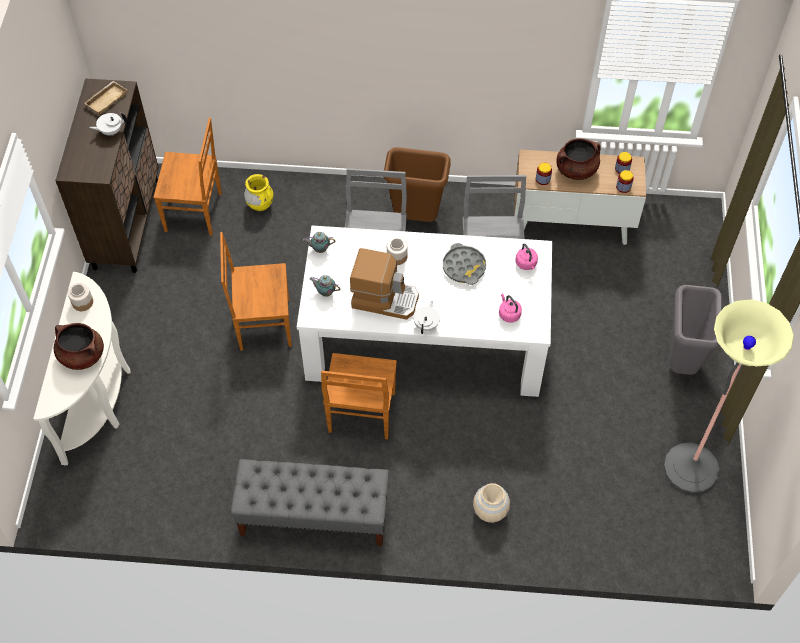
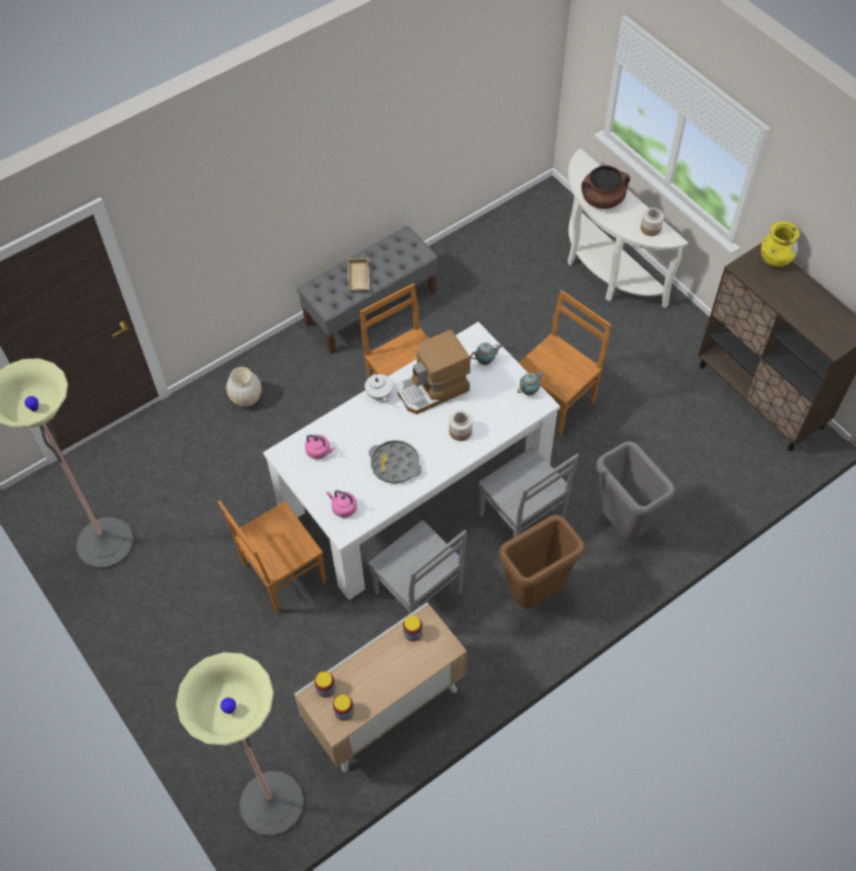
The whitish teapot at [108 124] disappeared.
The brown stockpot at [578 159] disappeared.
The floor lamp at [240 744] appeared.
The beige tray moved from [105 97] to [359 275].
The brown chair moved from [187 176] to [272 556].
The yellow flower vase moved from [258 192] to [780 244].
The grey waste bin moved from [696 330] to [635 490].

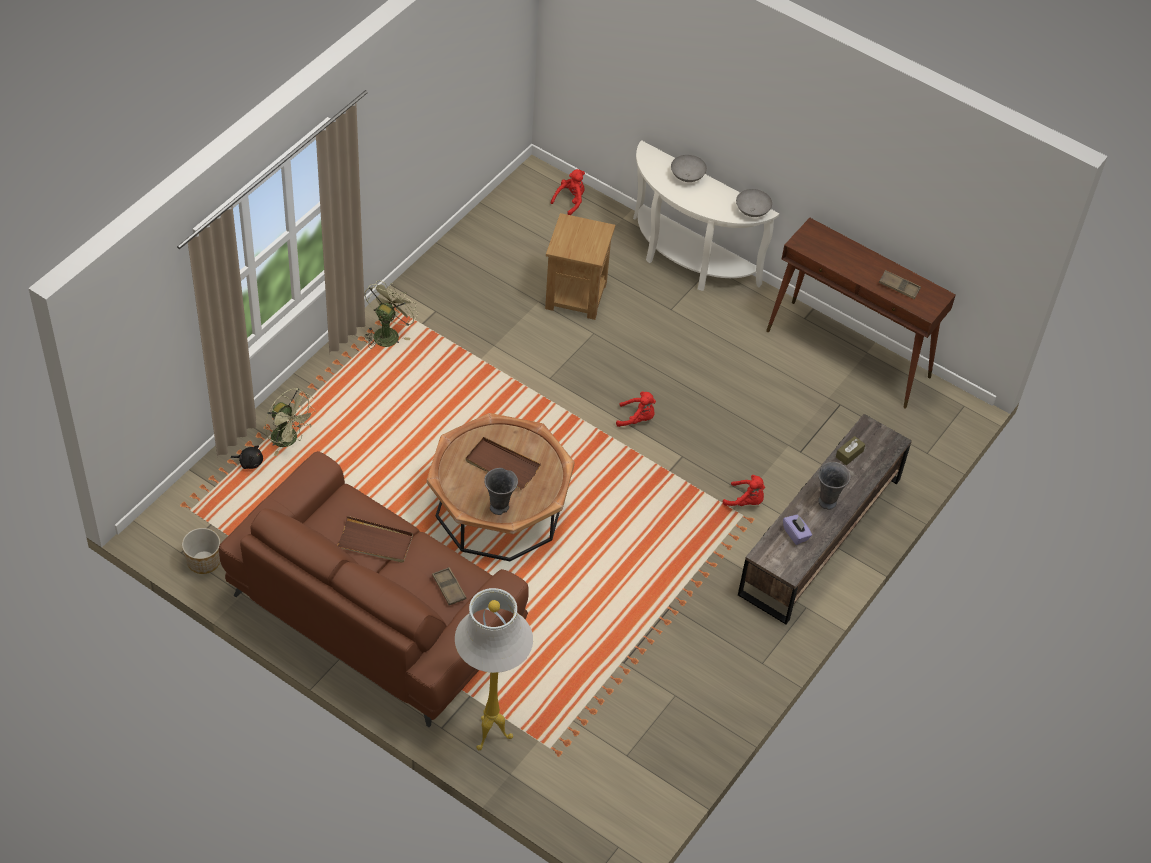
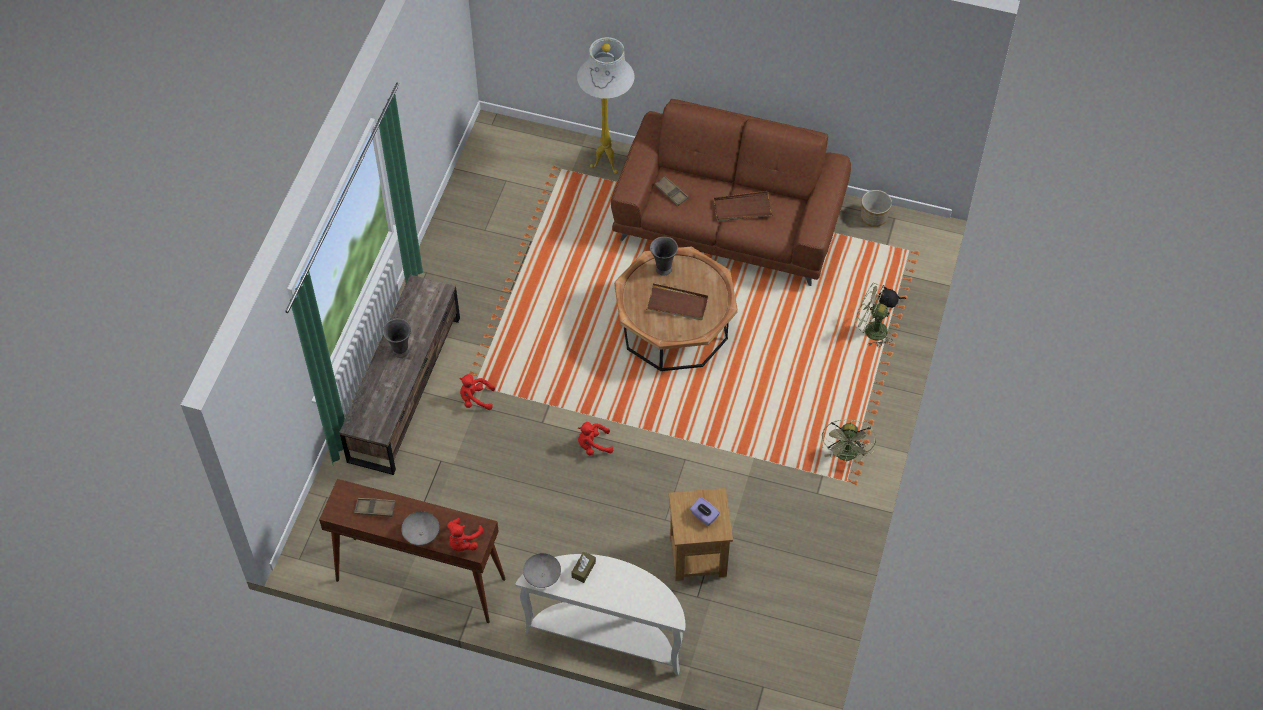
The reddish cuddly toy moved from [568 192] to [465 534].
The grey bowl moved from [689 168] to [420 528].
The purplish tissue box moved from [797 530] to [705 511].
The brown tissue box moved from [850 450] to [583 567].

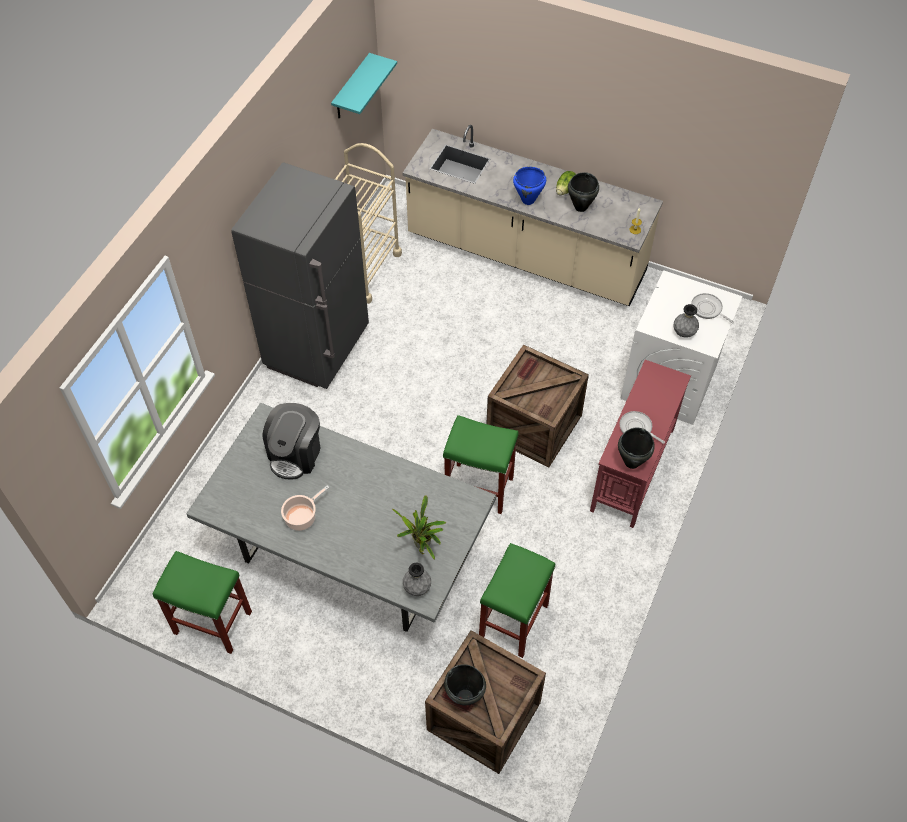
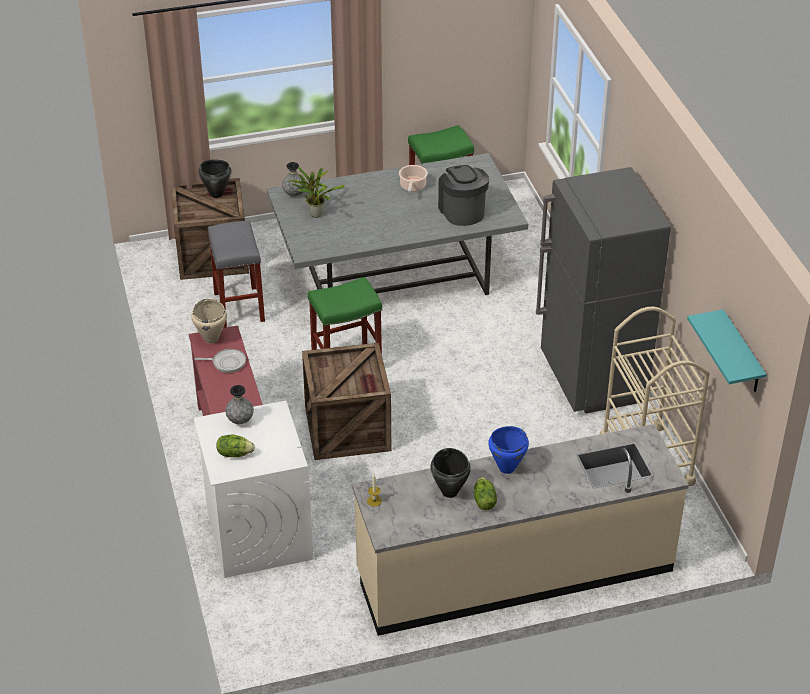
The pan at [712 308] was replaced by the lettuce head at [235 445].
The greenish stool seat at [517 600] became the grey stool seat at [236 274].
The black-coloured stockpot at [636 448] became the beige stockpot at [209 321].

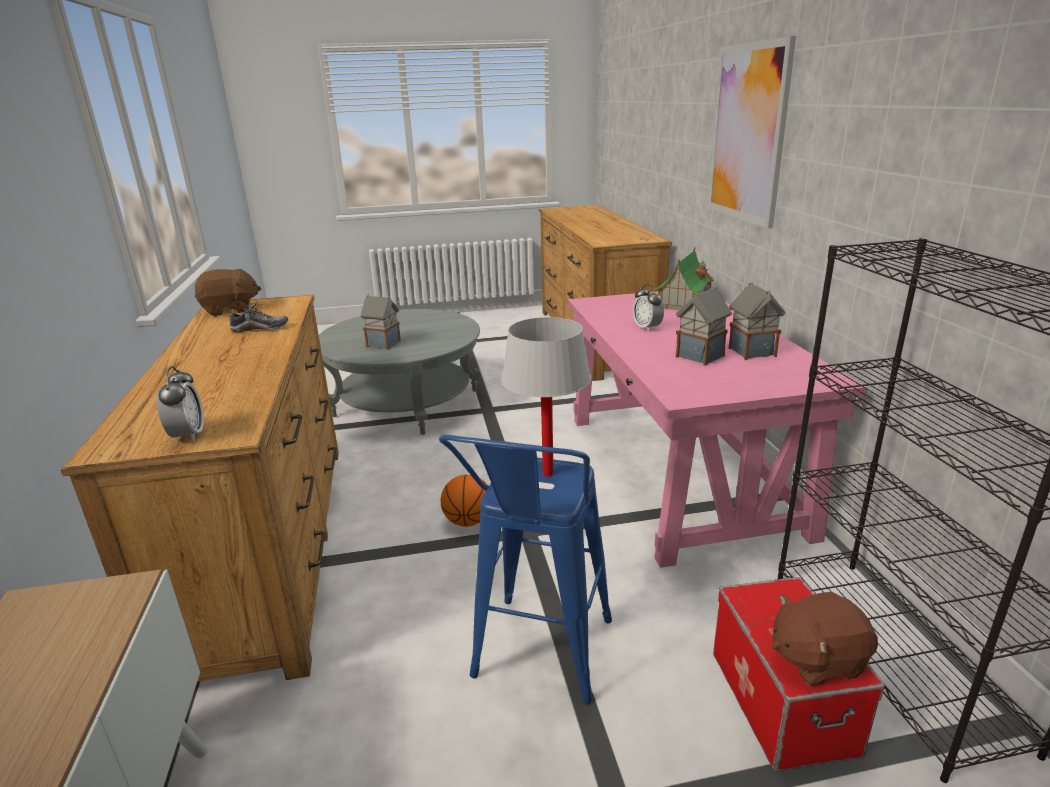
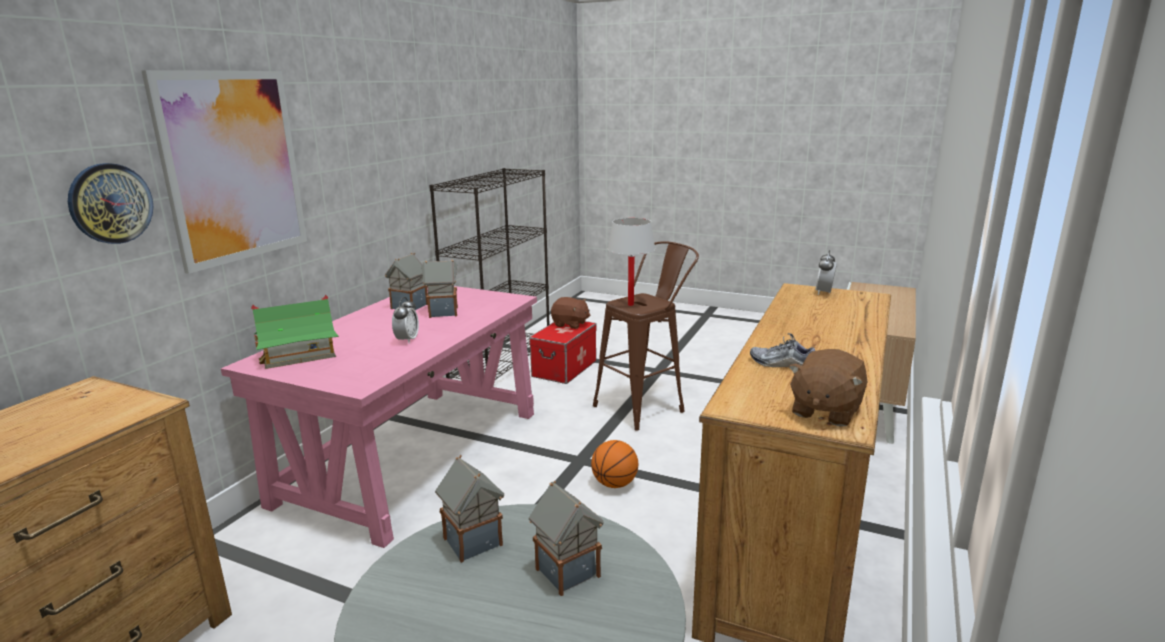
The hanging clock at [110 203] appeared.
The model house at [469 509] appeared.
The blue stool seat at [525 569] became the brown stool seat at [646 336].
The brown cuddly toy at [228 292] turned 75 degrees counterclockwise.

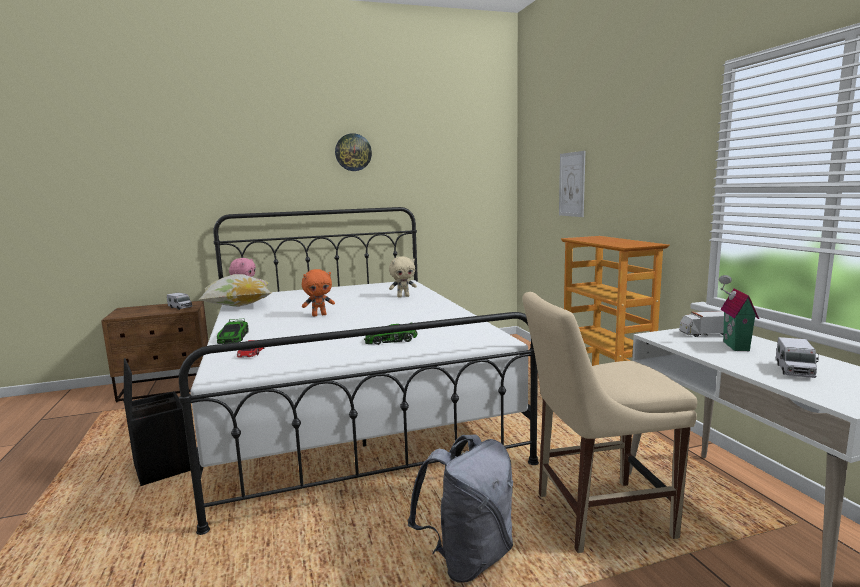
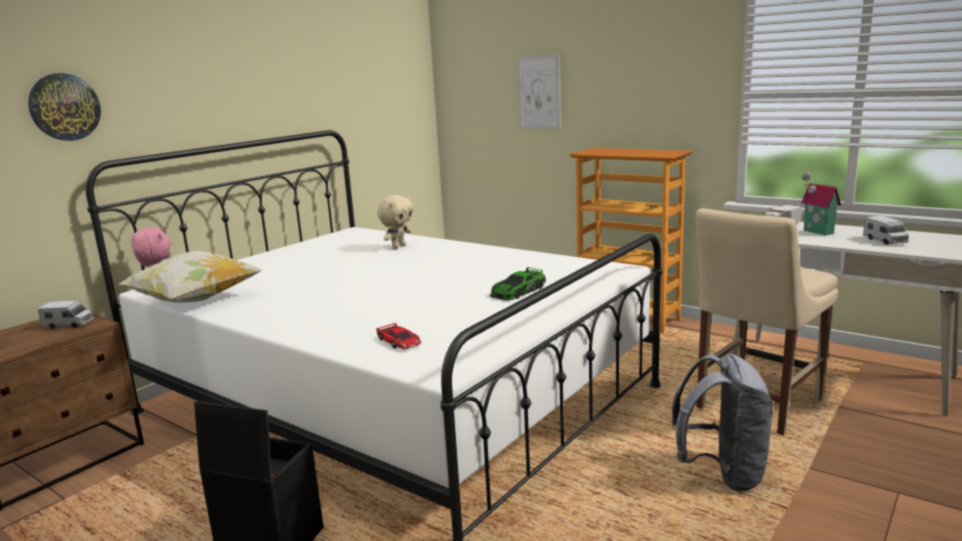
The miniature car at [233 331] disappeared.
The orange-coloured cuddly toy at [318 292] disappeared.
The hanging clock moved from [353 152] to [64 107].

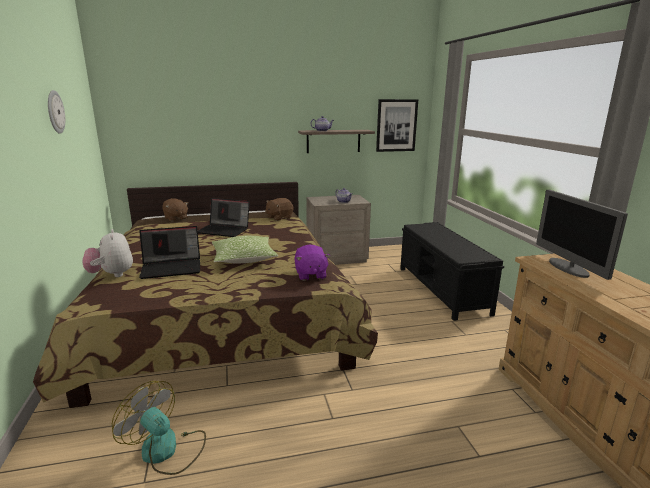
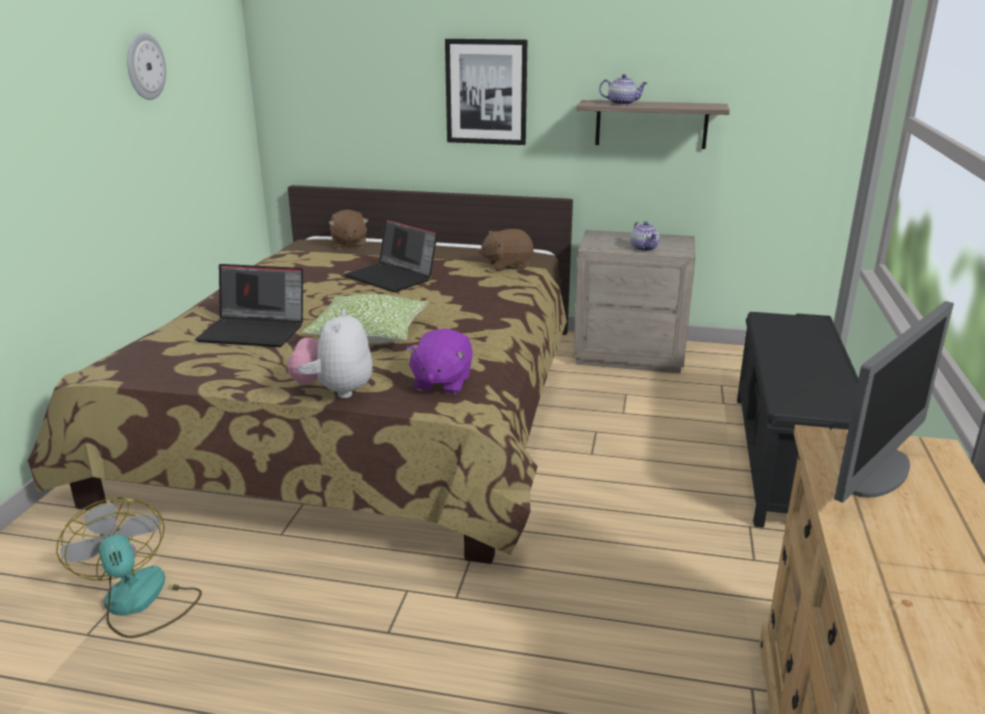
The cuddly toy moved from [107 253] to [330 353].
The picture moved from [397 125] to [486 92].
The computer screen at [582 235] turned 150 degrees counterclockwise.

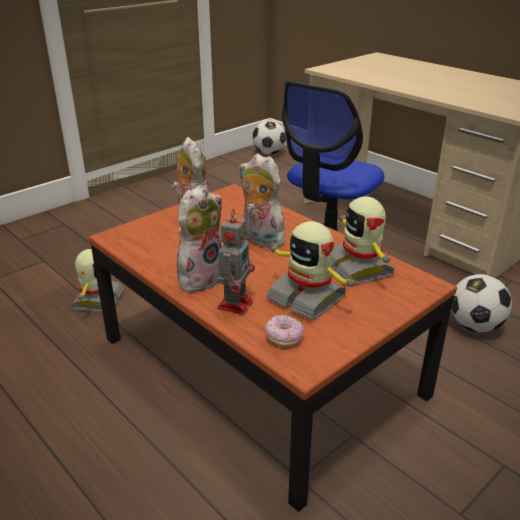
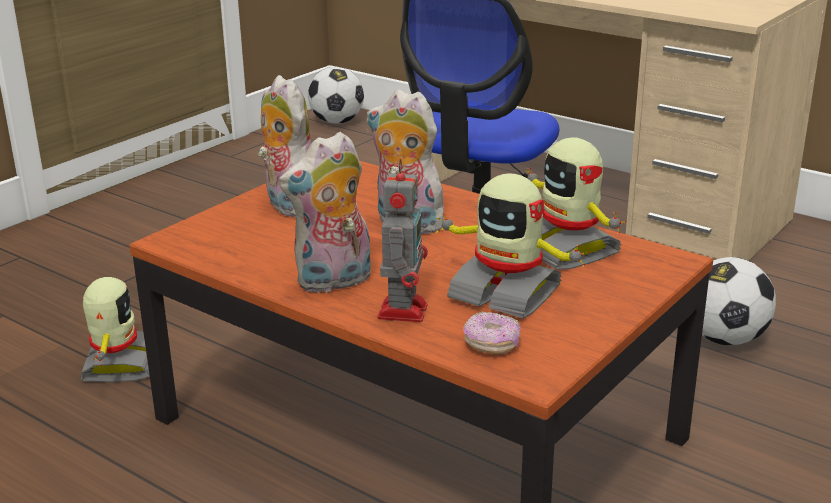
The cuddly toy at [199 239] turned 150 degrees counterclockwise.

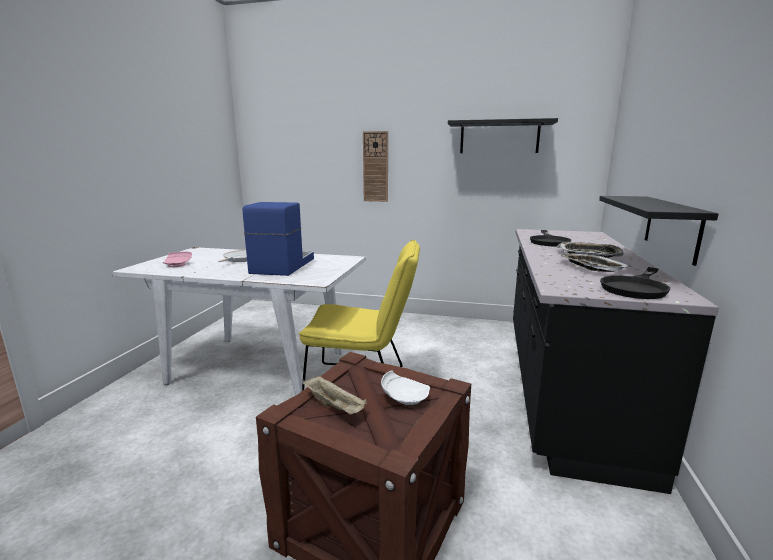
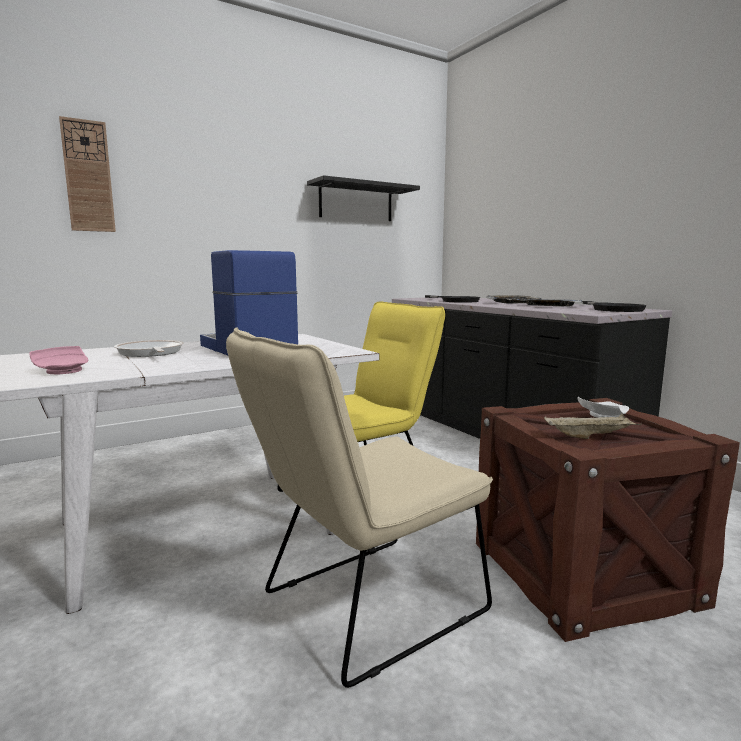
The black-coloured shelf at [659 231] disappeared.
The beige chair at [359 508] appeared.
The hanging clock moved from [375 166] to [87 174].

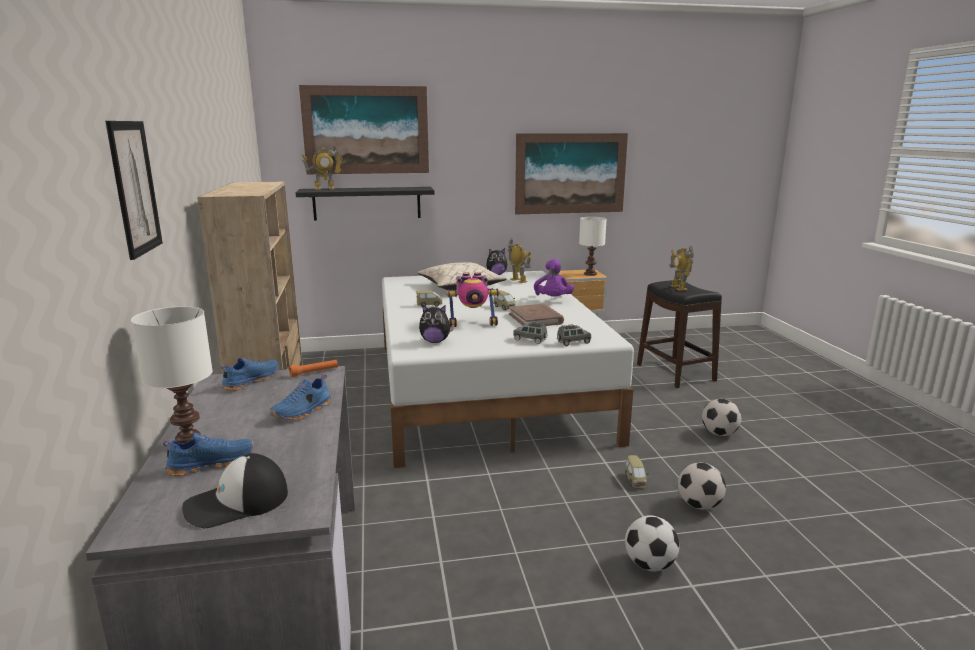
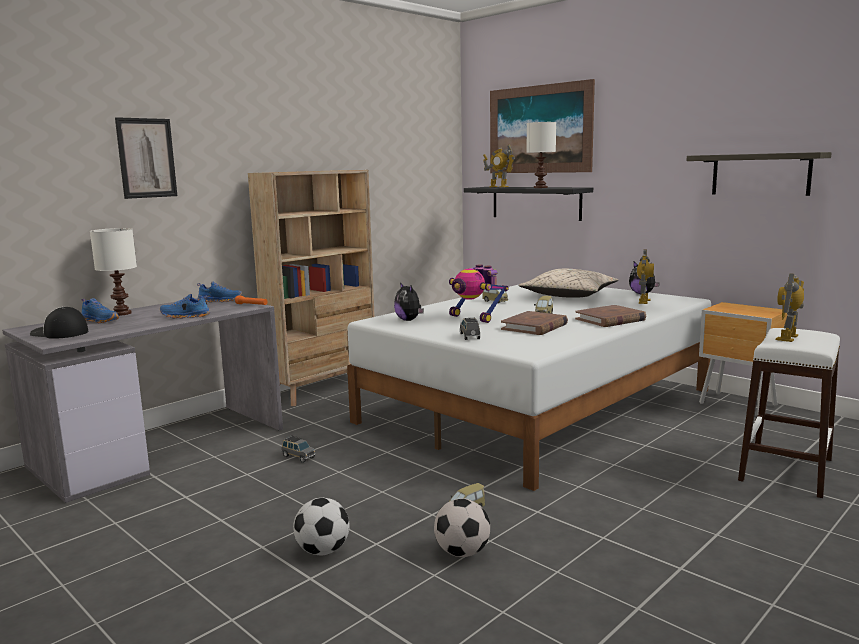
The football ball at [722 417] disappeared.
The grey miniature car moved from [574 335] to [298 449].
The whitish table lamp moved from [592 246] to [541 155].
The picture at [571 173] was replaced by the shelf at [759 174].
The purplish cuddly toy at [554 277] was replaced by the brown book at [610 316].
The black-coloured stool seat at [679 334] became the whitish stool seat at [789 413].

